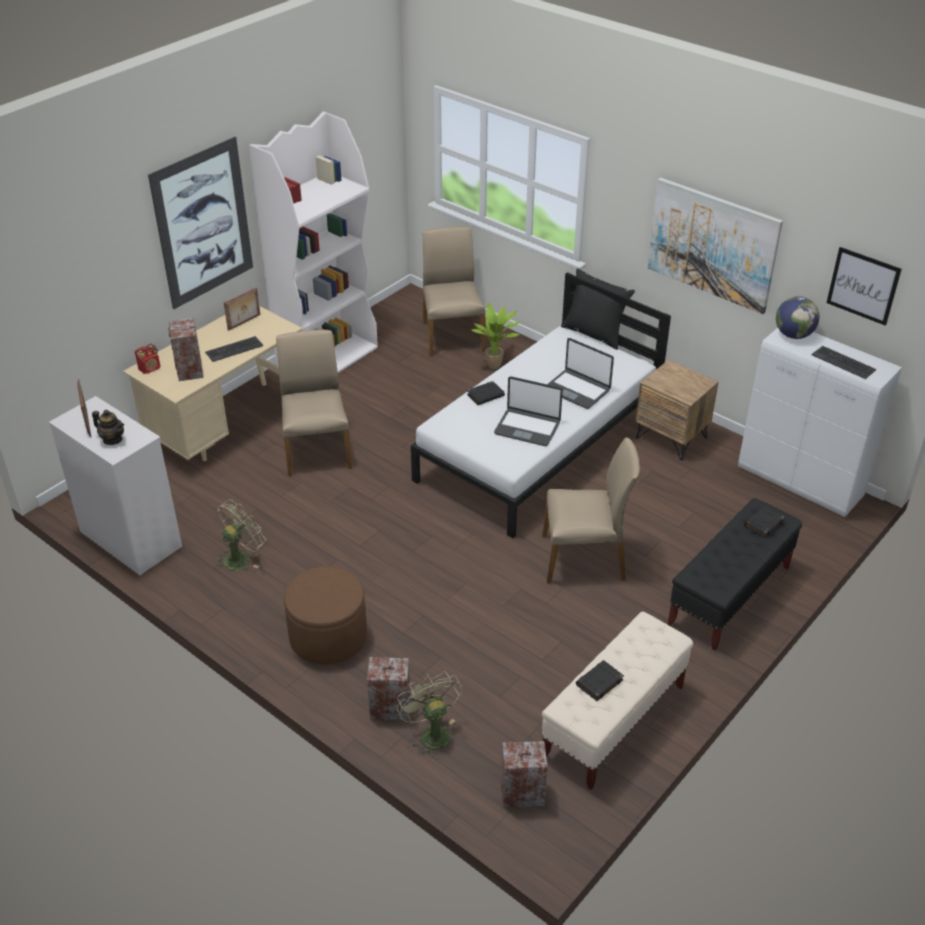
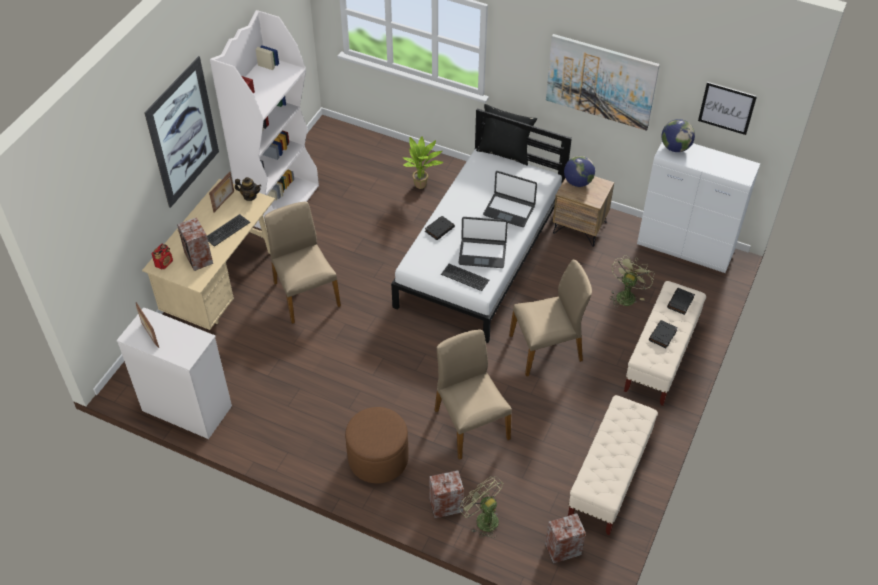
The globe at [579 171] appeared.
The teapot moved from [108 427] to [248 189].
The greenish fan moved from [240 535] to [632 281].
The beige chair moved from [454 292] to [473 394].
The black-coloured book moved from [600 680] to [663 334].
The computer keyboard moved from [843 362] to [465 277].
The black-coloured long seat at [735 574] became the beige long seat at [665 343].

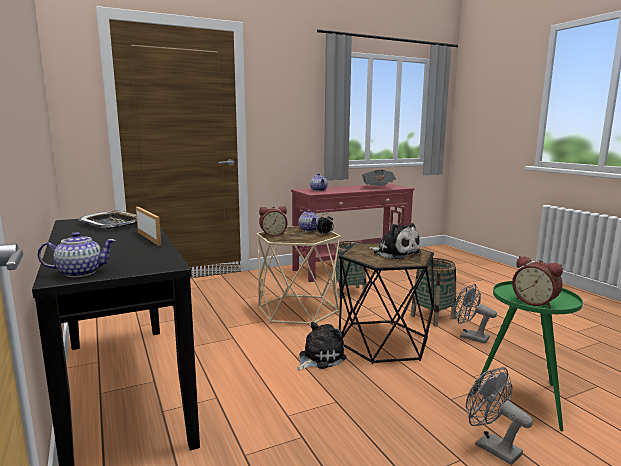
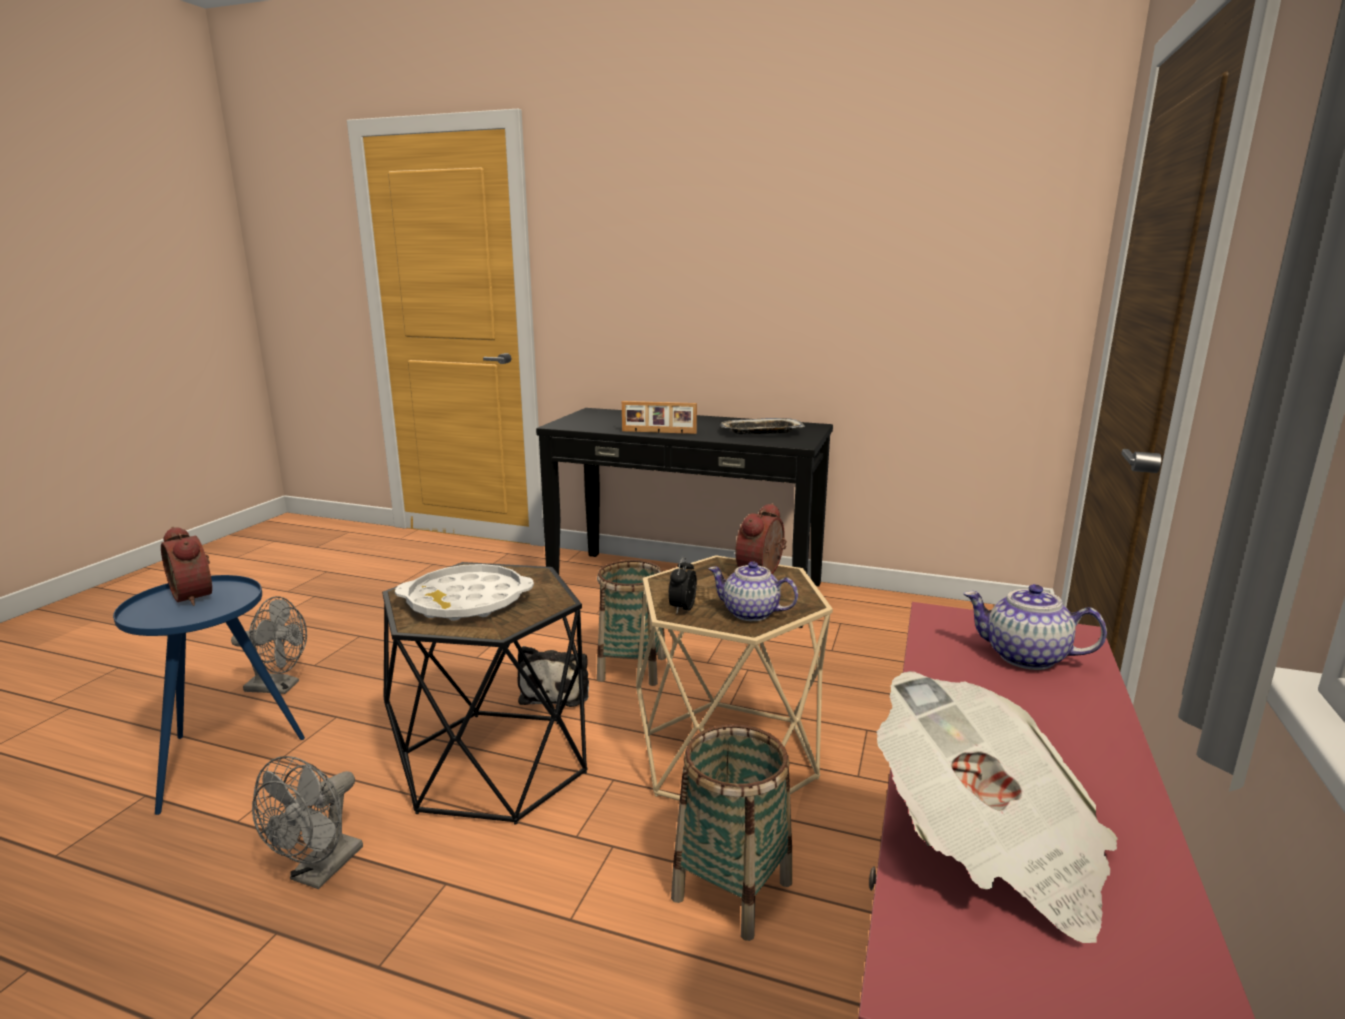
The teapot at [76 254] disappeared.
The storage basket moved from [433 292] to [631 623].
The cuddly toy at [395 241] was replaced by the whitish tray at [464 592].
The greenish accent table at [529 356] became the blue accent table at [209 695].
The grey fan at [475 314] turned 120 degrees clockwise.
The alarm clock at [537 282] turned 135 degrees counterclockwise.

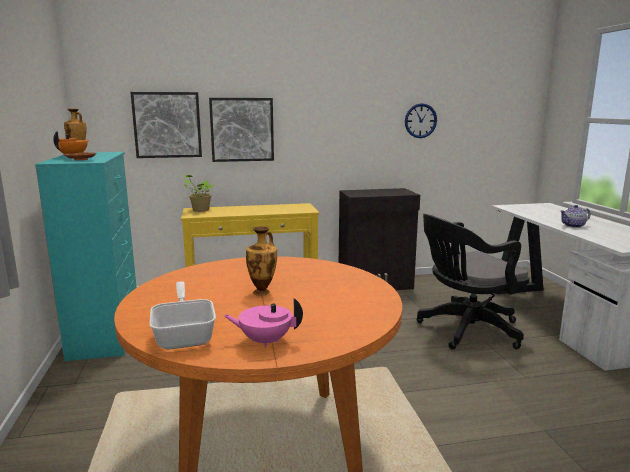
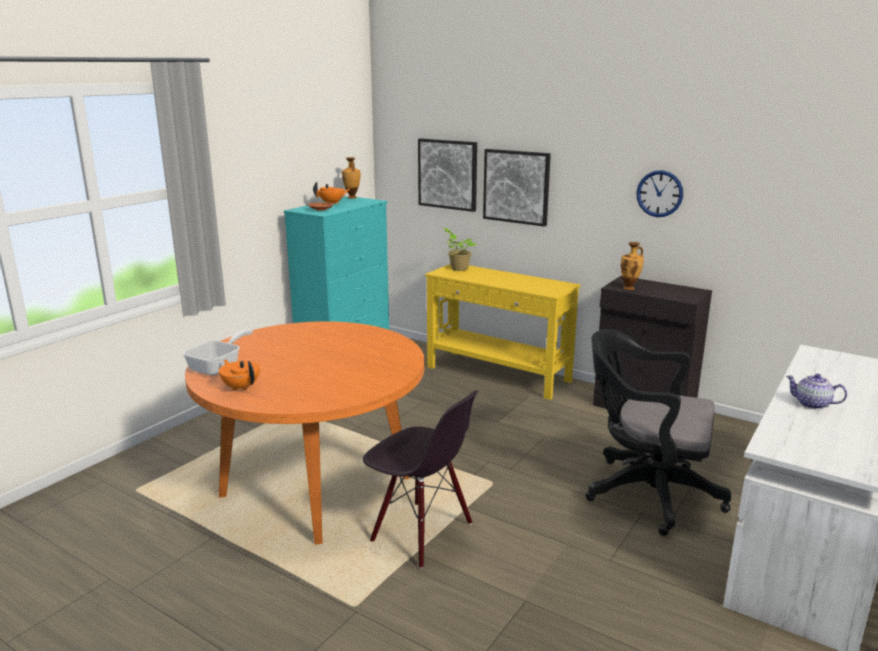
The black-coloured chair at [420 479] appeared.
The flower vase moved from [261 261] to [632 266].
The hanging clock moved from [421 120] to [659 193].
The pinkish teapot at [263 323] became the orange-coloured teapot at [239 375].

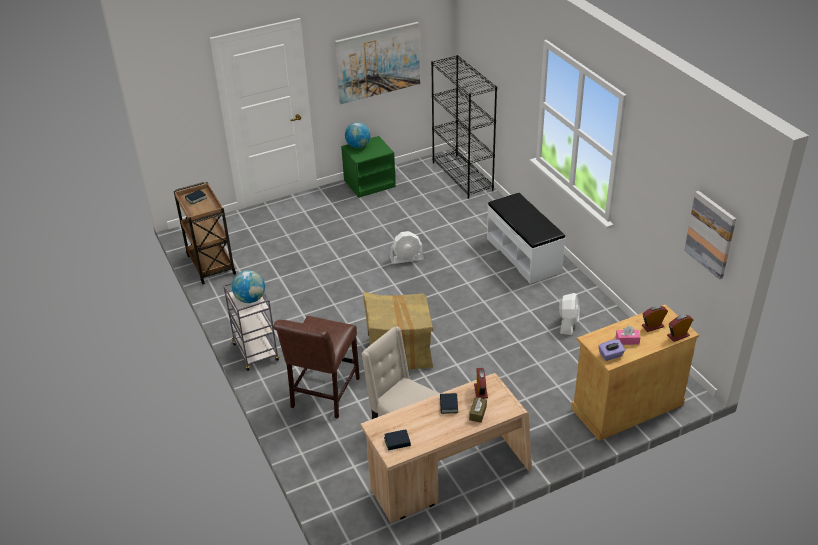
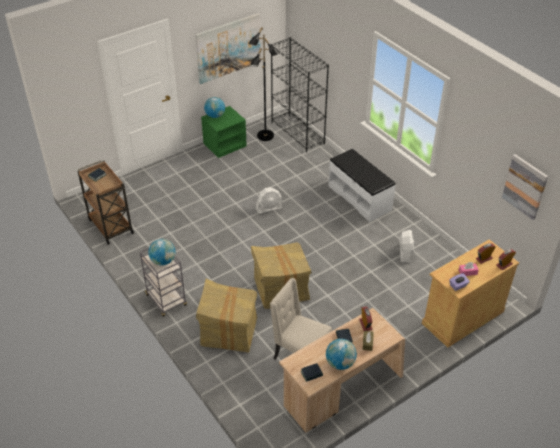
The black-coloured floor lamp at [264 84] appeared.
The globe at [341 354] appeared.
The brown chair at [316 367] was replaced by the carton at [226 316].

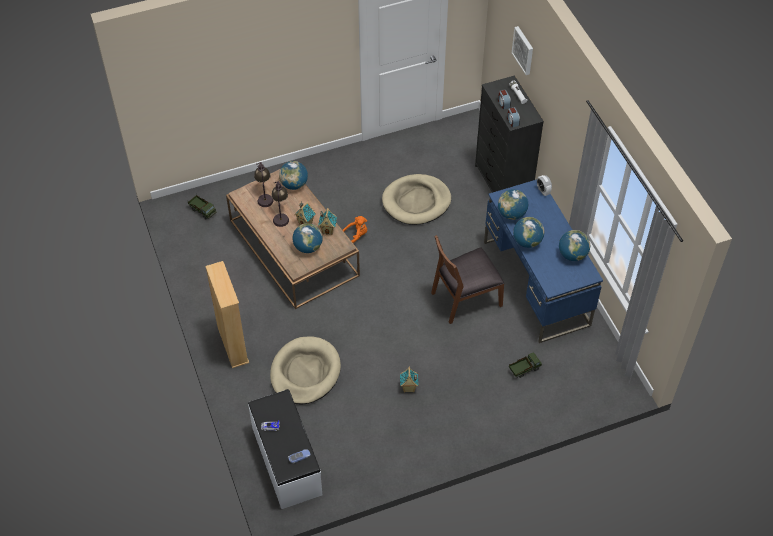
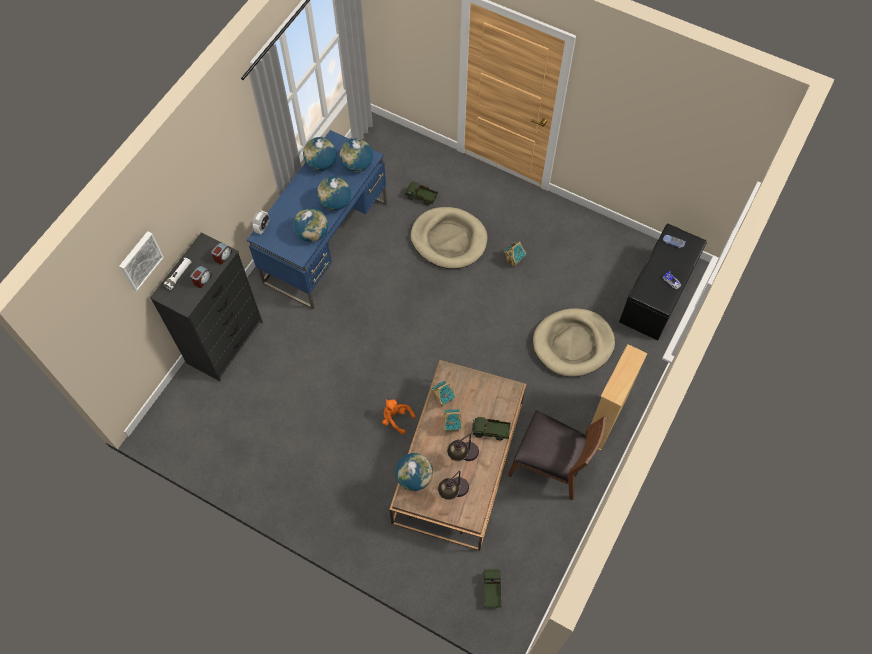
The toy truck at [491 428] appeared.
The globe moved from [307 238] to [356 155].
The beige dog bed moved from [416 199] to [449 238].
The brown chair moved from [468 279] to [557 455].
The whitish long seat at [285 449] became the black-coloured long seat at [663 281].

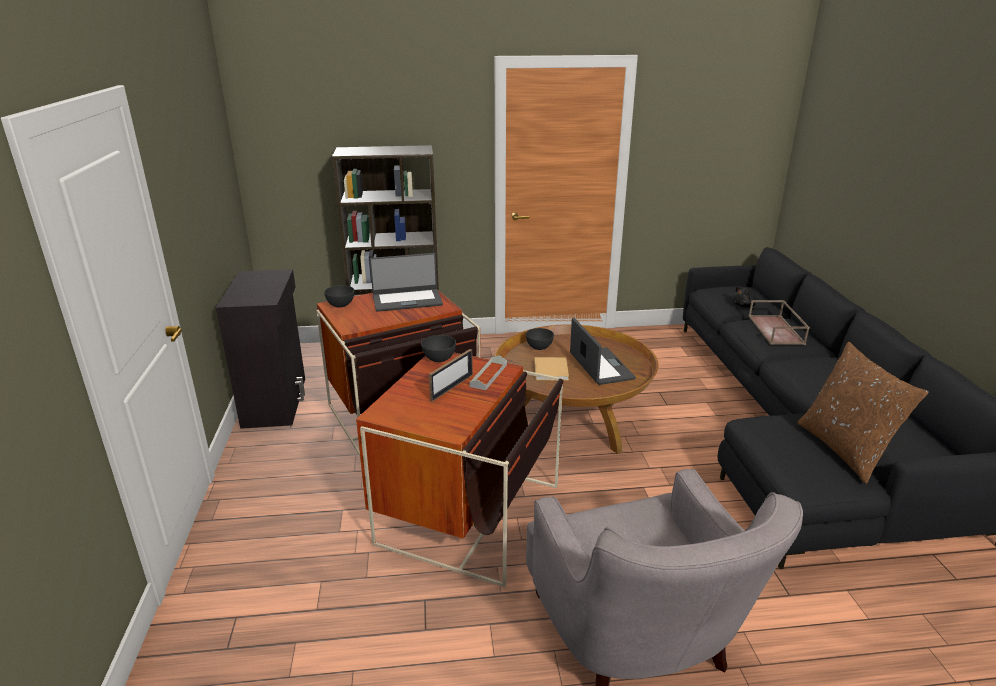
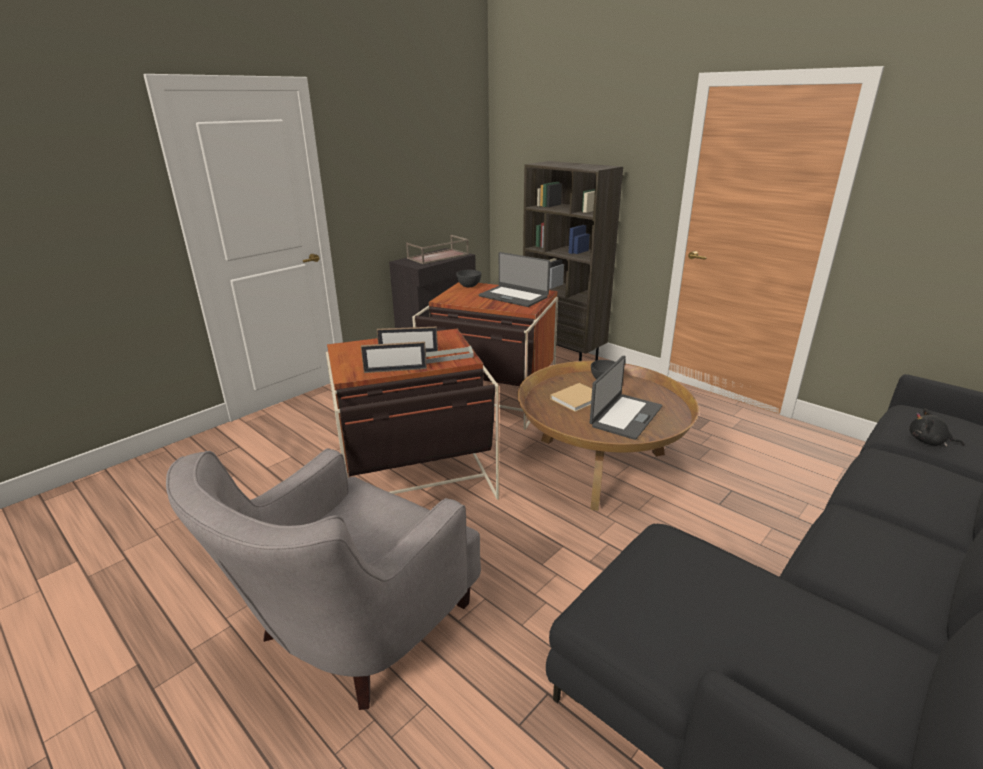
The grey bowl at [438 348] disappeared.
The brown throw pillow at [863 413] disappeared.
The standing frame at [394 357] appeared.
The brown tray moved from [779 322] to [437 249].

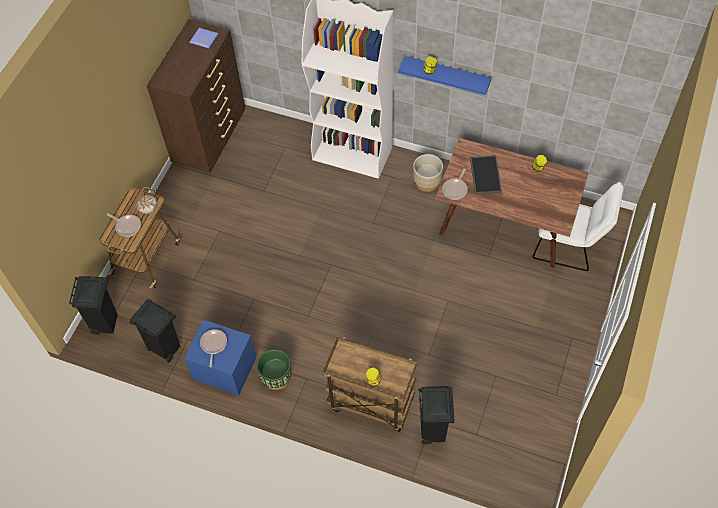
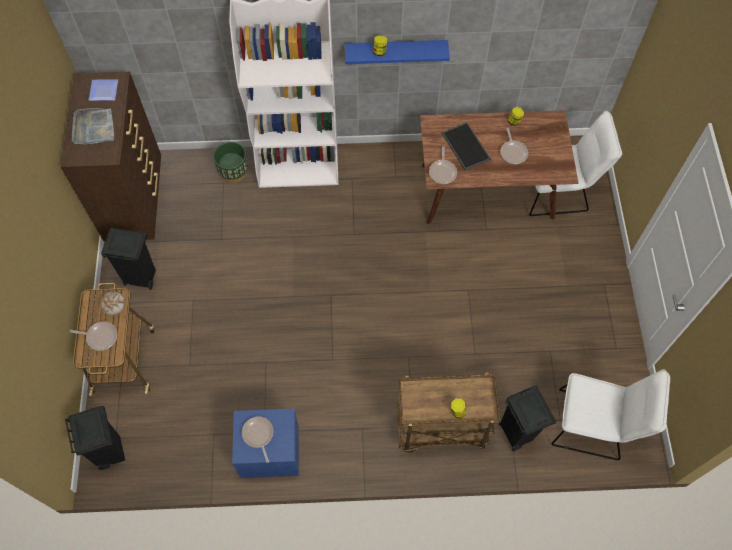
The beige planter at [428 173] disappeared.
The grey tray at [92 126] appeared.
The pan at [514 146] appeared.
The whitish chair at [610 414] appeared.
The black-coloured waste bin moved from [154 331] to [128 259].
The greenish planter moved from [274 370] to [230 162].

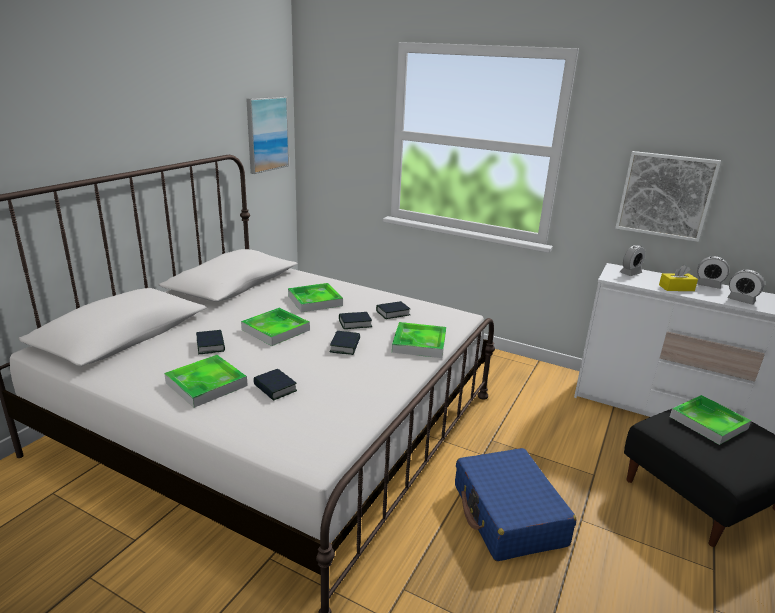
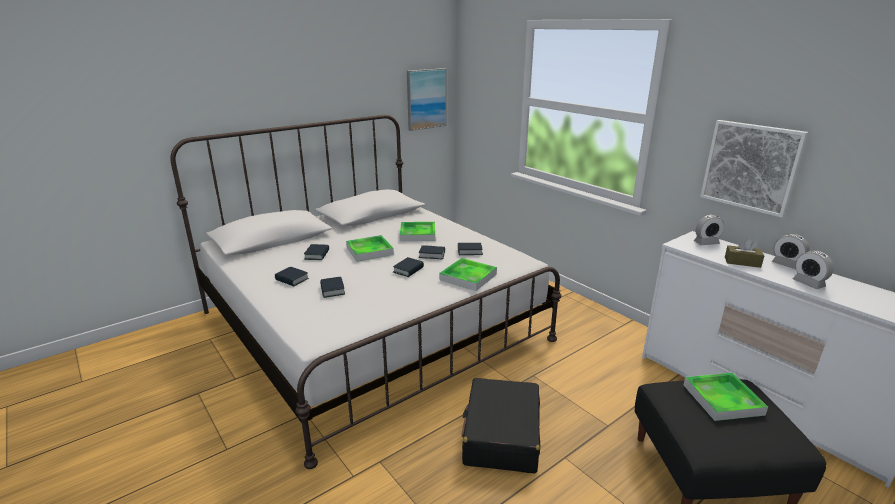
The tray at [206 381] was replaced by the book at [292 276].
The blue travel case at [515 504] became the black-coloured travel case at [501 426].
The yellow tissue box at [678 278] became the brown tissue box at [744 253].

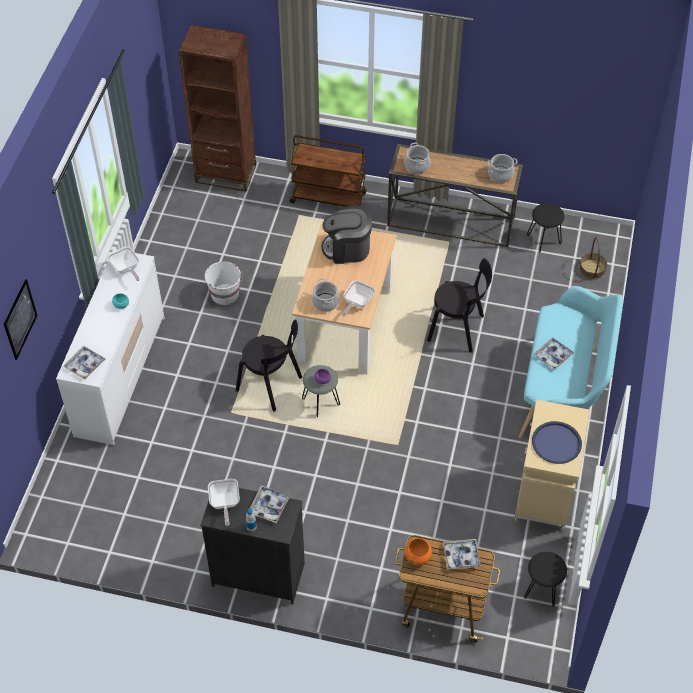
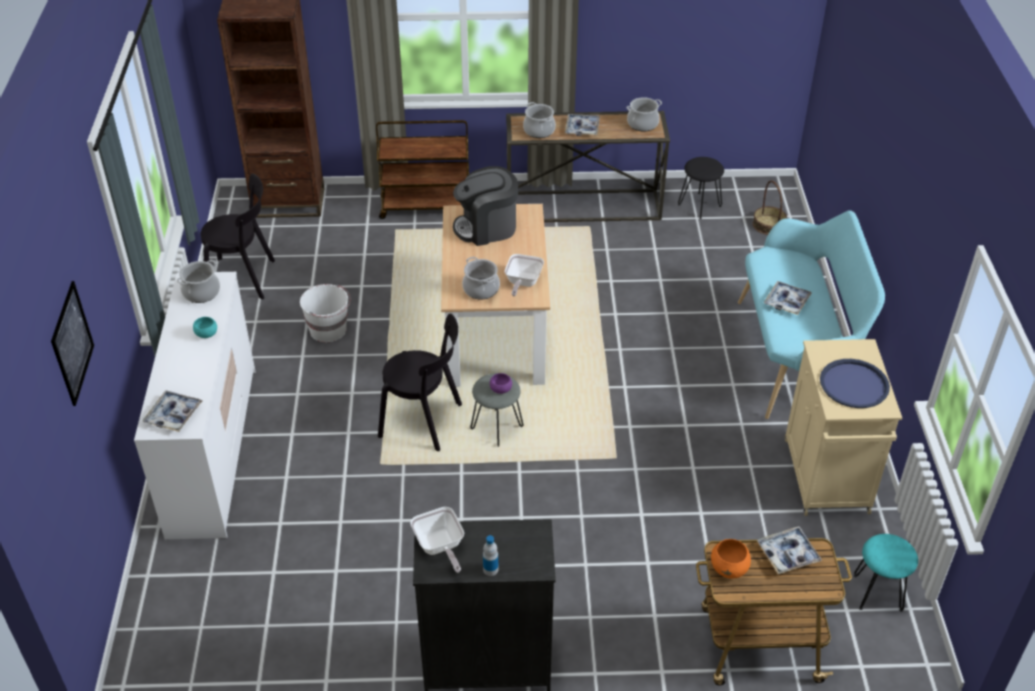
The tray moved from [270 504] to [582 125].
The black-coloured chair moved from [459 305] to [238 236].
The pan at [123 263] was replaced by the stockpot at [198 281].
The black-coloured stool seat at [545 579] became the blue-green stool seat at [886 573].

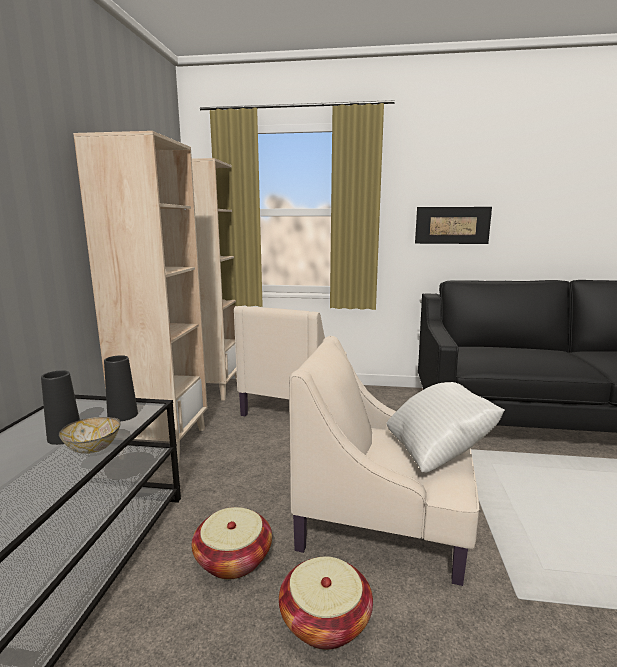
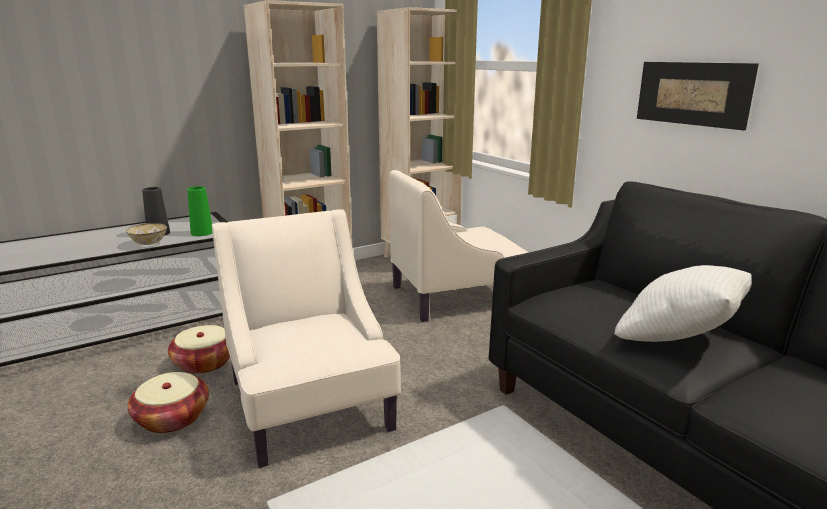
The whitish throw pillow moved from [445 427] to [683 303].
The black-coloured flower vase at [121 388] became the greenish flower vase at [200 211].

